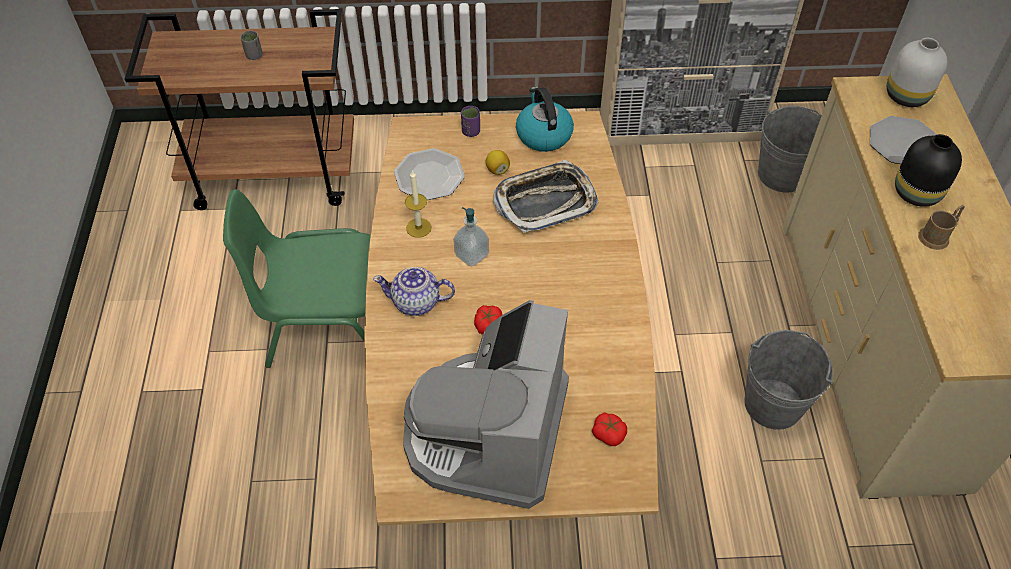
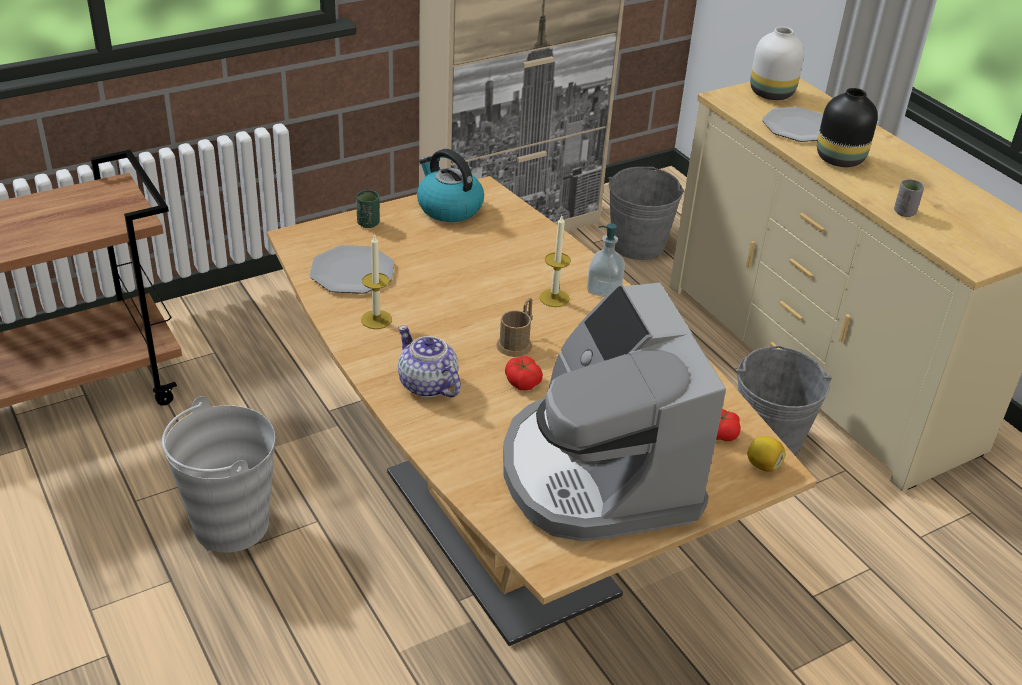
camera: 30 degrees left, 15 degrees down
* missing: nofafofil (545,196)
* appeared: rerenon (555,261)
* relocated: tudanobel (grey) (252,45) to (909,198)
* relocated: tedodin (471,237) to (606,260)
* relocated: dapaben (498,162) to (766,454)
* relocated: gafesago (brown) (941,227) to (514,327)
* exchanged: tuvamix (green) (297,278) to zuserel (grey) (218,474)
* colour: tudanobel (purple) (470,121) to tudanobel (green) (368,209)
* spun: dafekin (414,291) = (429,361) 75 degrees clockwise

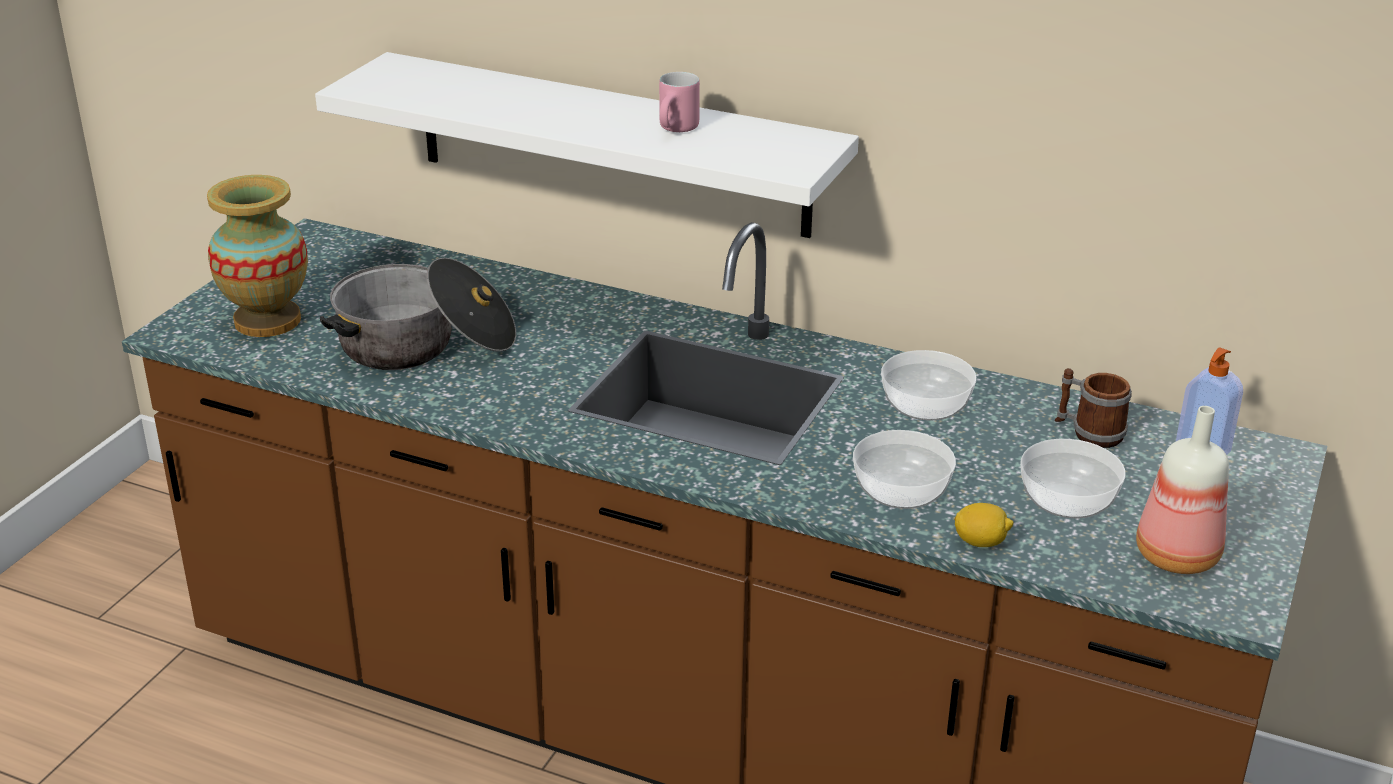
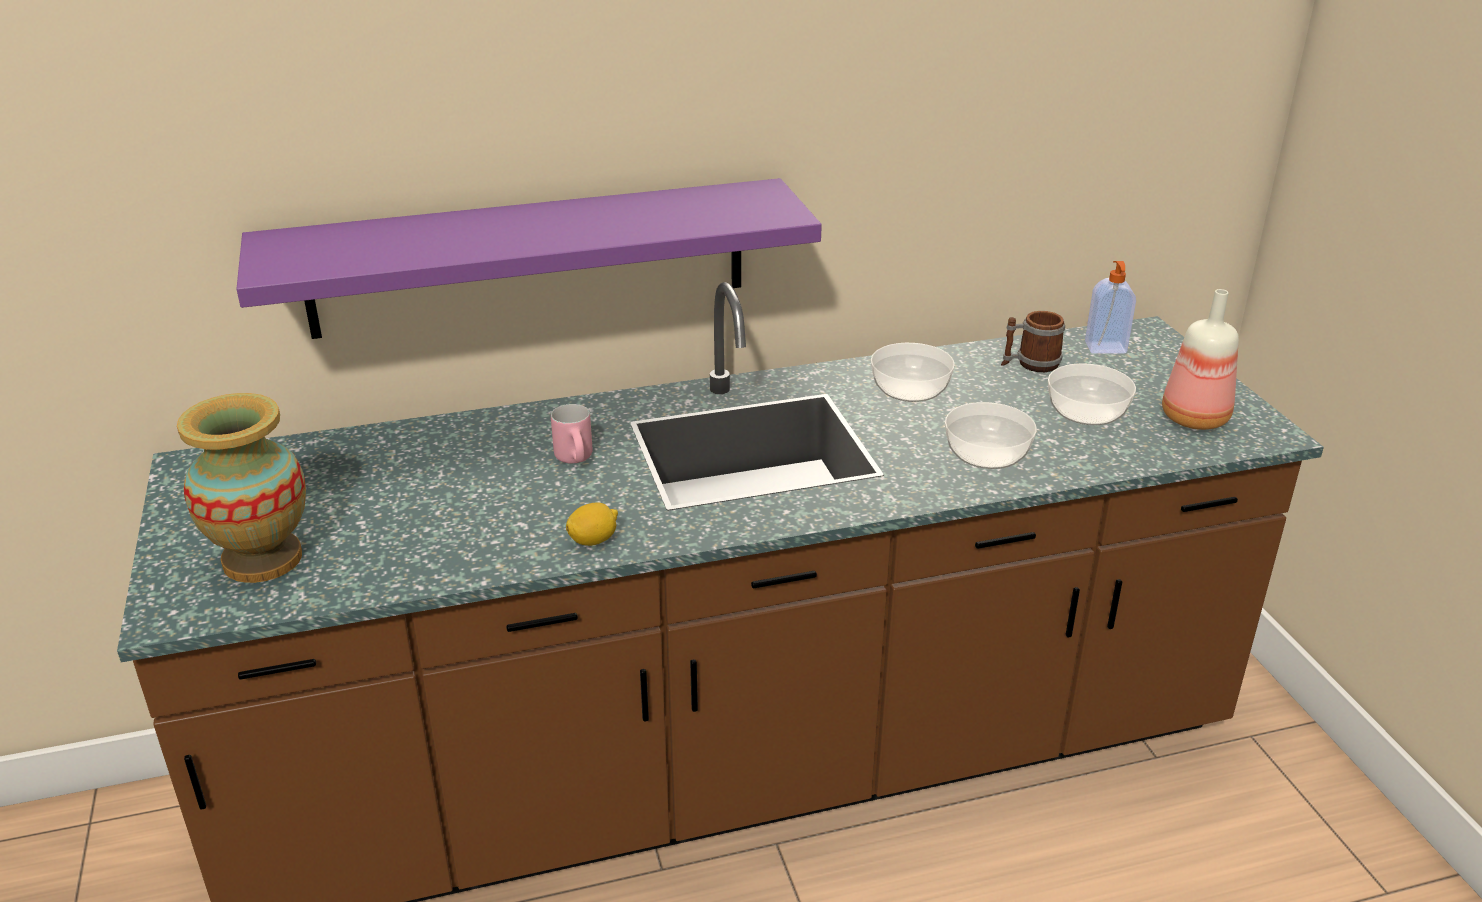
camera: 40 degrees left, 0 degrees up
* missing: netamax (418,314)
* relocated: gafesago (pink) (679,102) to (572,433)
* relocated: dapaben (983,525) to (592,524)
* colour: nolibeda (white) (587,145) to nolibeda (purple) (529,258)

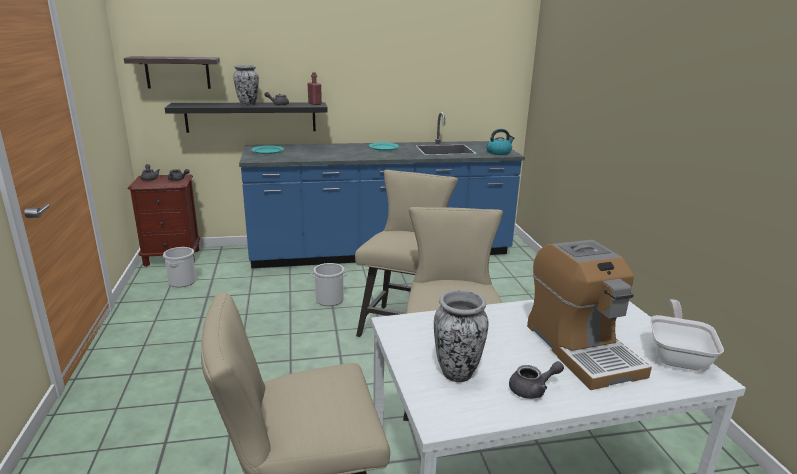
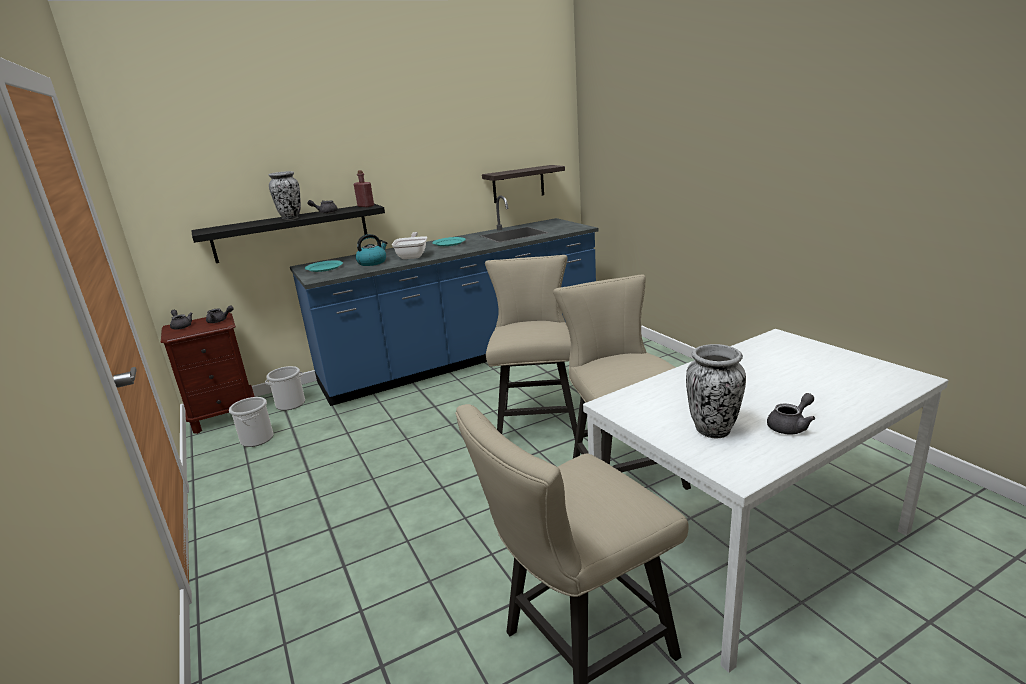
camera: 15 degrees left, 0 degrees up
* missing: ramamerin (589,315)
* relocated: nolibeda (172,72) to (523,184)
* relocated: zuserel (329,284) to (285,388)
* relocated: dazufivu (500,142) to (371,250)
* relocated: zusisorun (687,334) to (409,245)

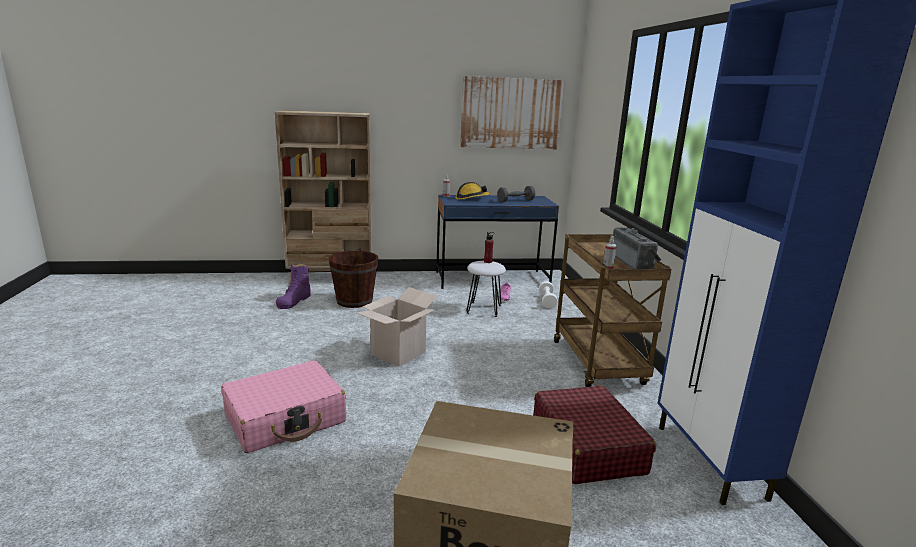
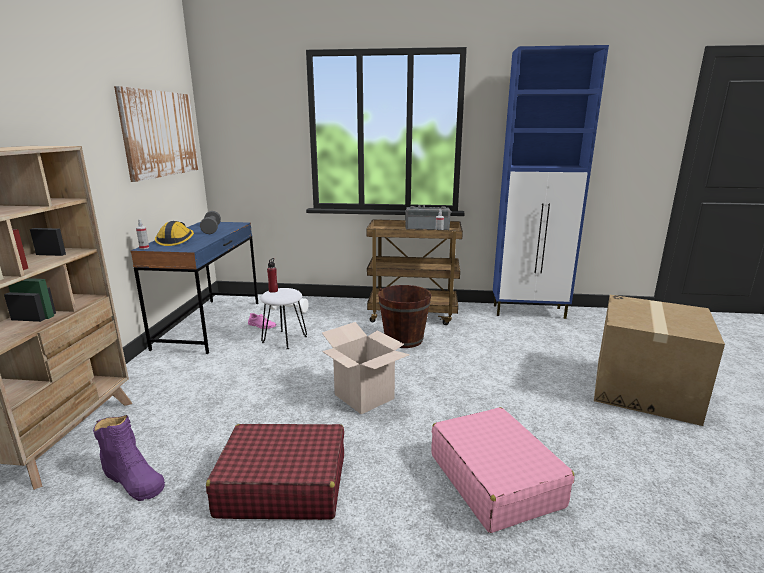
camera: 75 degrees left, 0 degrees up
* relocated: zuserel (brown) (353,278) to (404,316)
* relocated: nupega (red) (594,434) to (275,472)

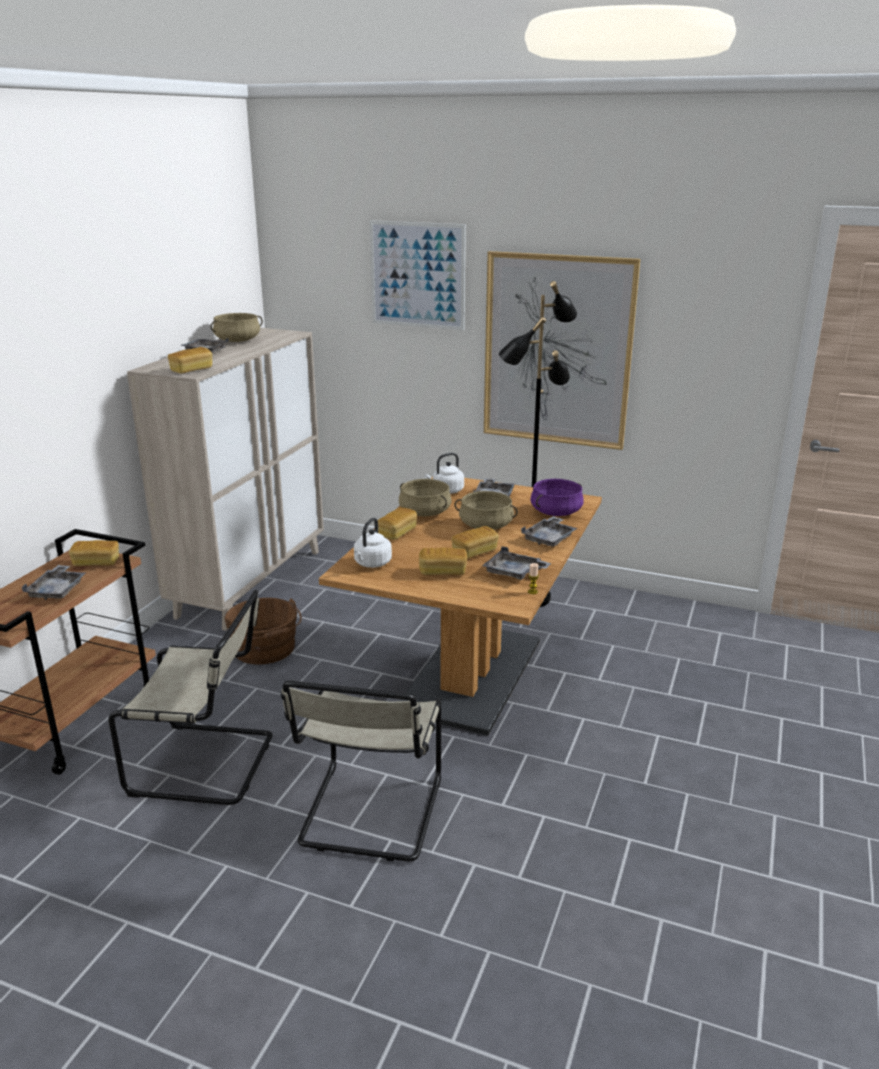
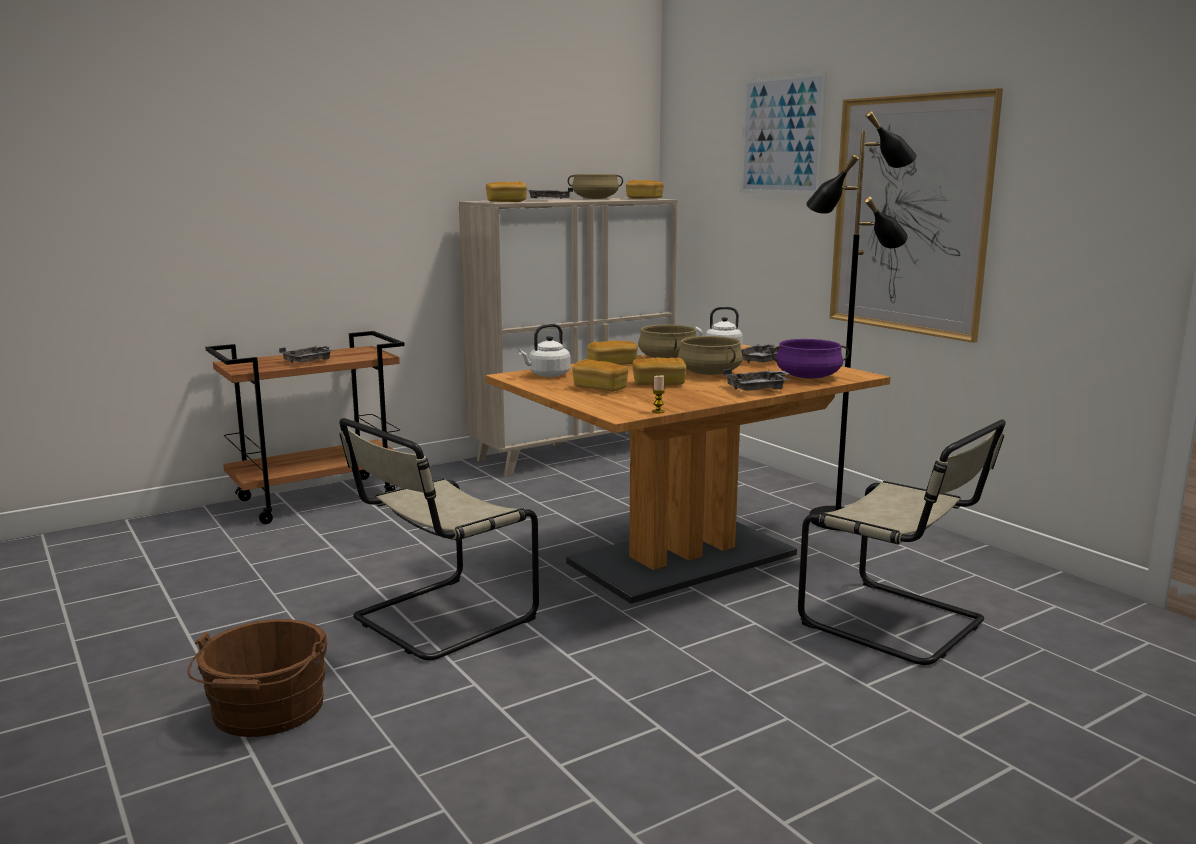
camera: 35 degrees right, 10 degrees down
* missing: nofafofil (grey) (516,563)
* relocated: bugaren (94,553) to (645,189)
* relocated: tuvamix (beige) (190,697) to (902,542)
* relocated: zuserel (brown) (263,631) to (257,678)

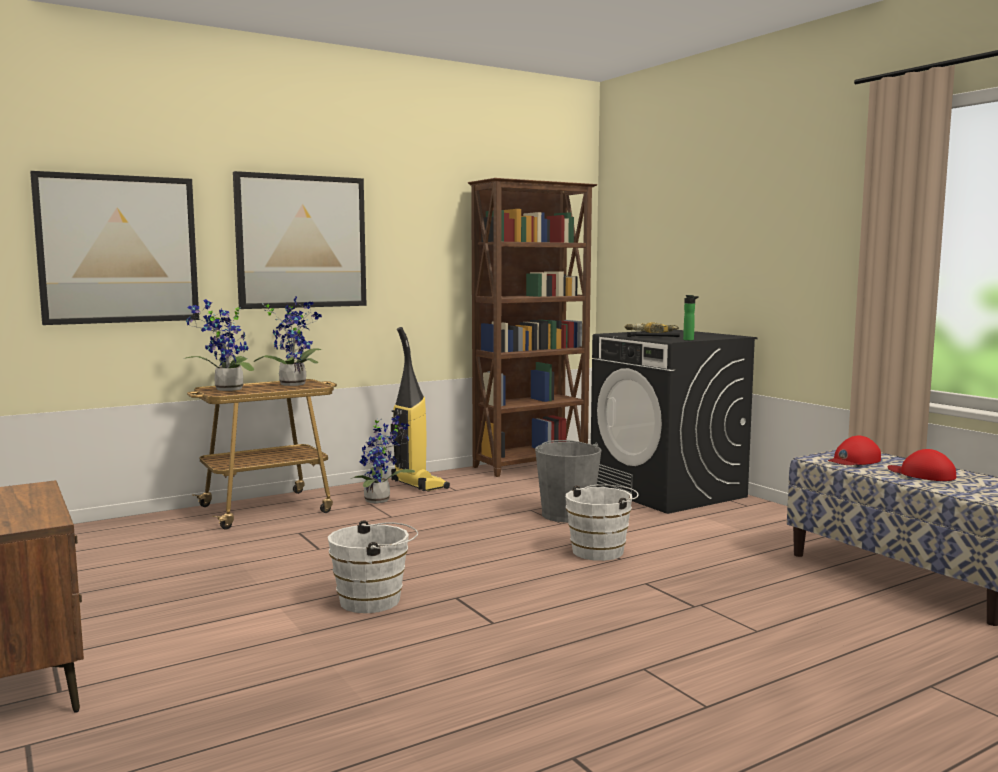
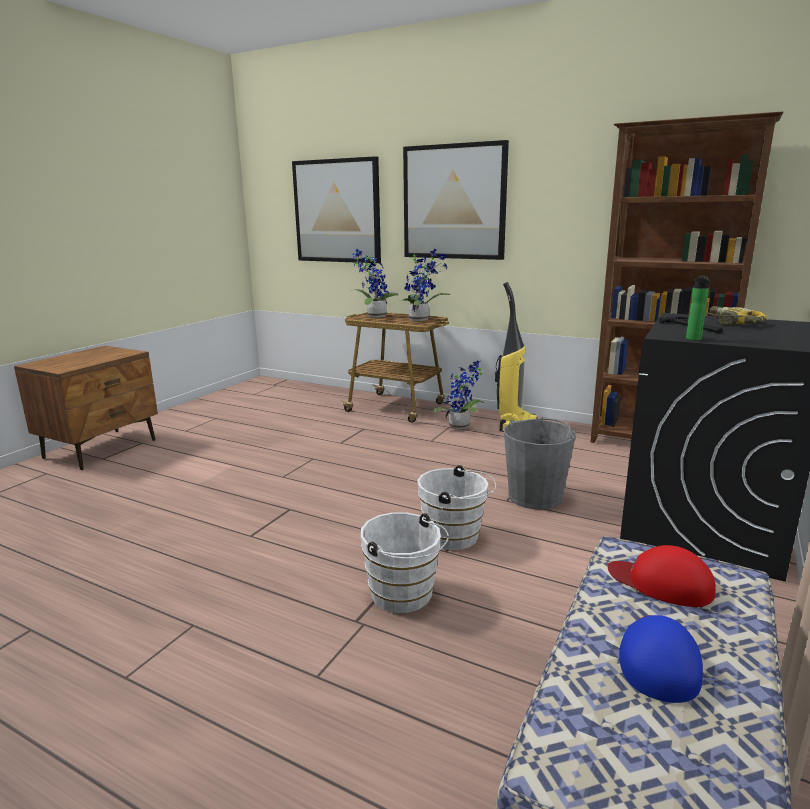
camera: 60 degrees right, 10 degrees up
* relocated: zuserel (white) (373,566) to (405,562)
* colour: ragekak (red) (922,465) to ragekak (blue) (661,659)

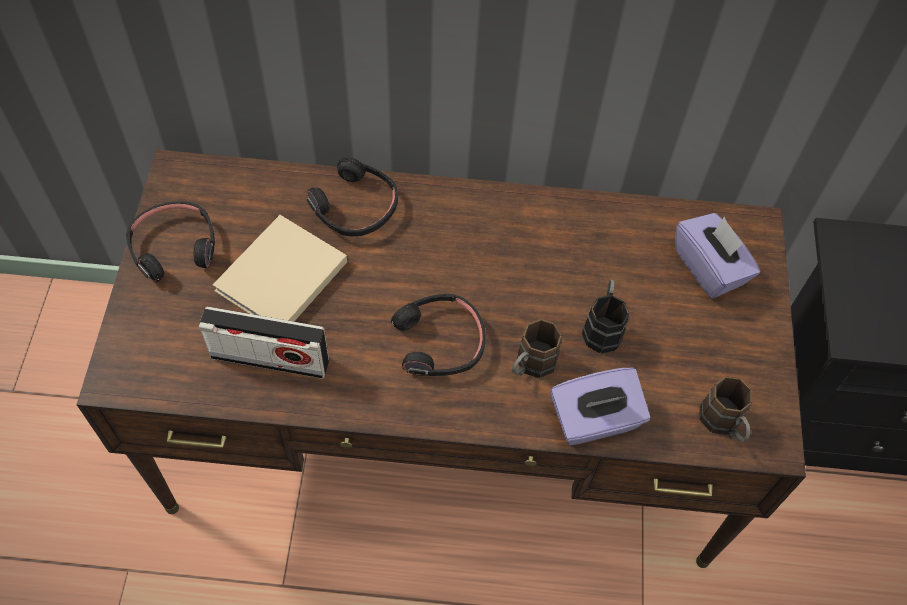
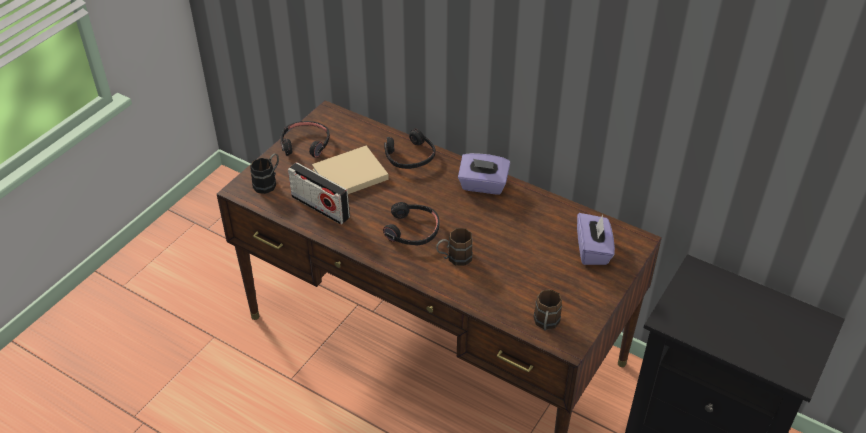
camera: 30 degrees right, 15 degrees down
* relocated: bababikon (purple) (600,407) to (484,174)
* relocated: gafesago (black) (605,316) to (264,173)

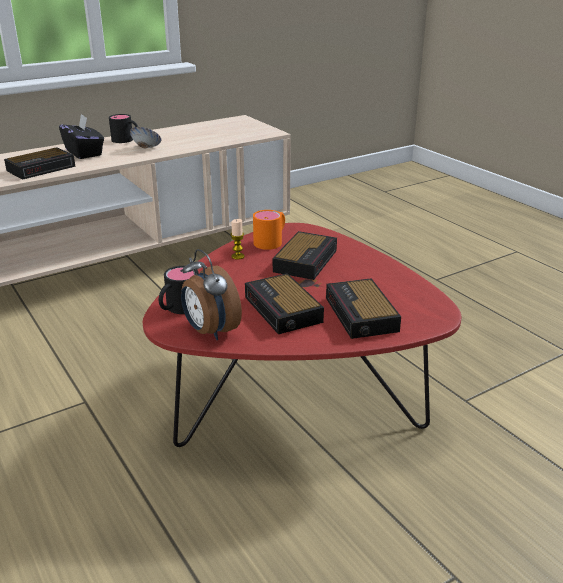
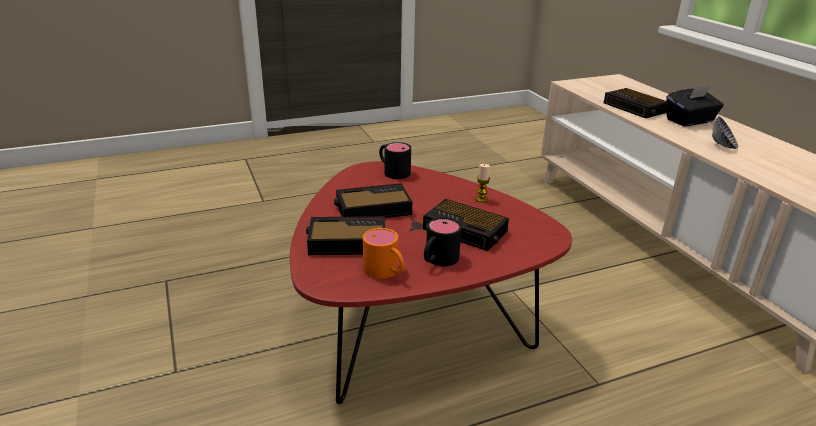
camera: 100 degrees right, 0 degrees up
* missing: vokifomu (211,294)
* relocated: gafesago (black) (123,128) to (443,241)
* relocated: gafesago (orange) (269,230) to (383,253)

